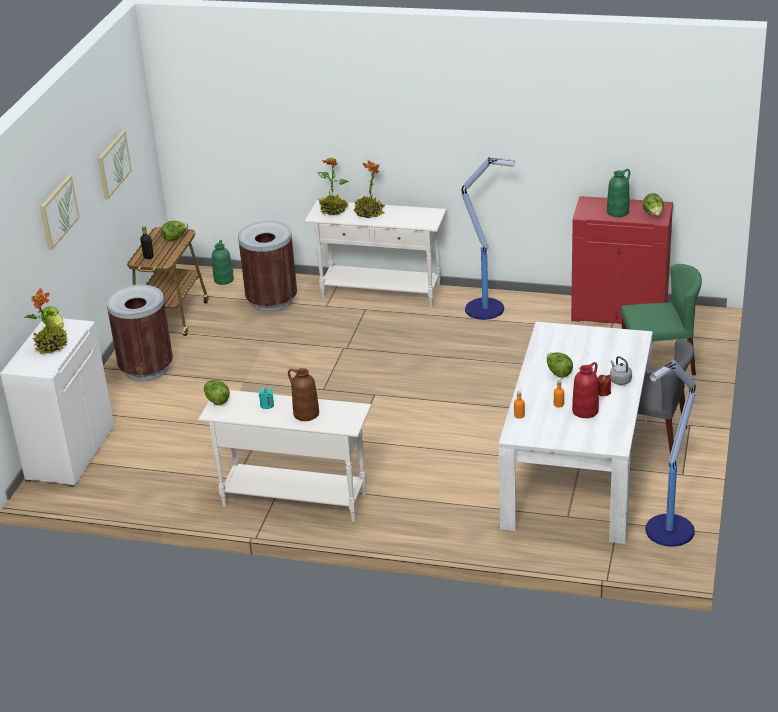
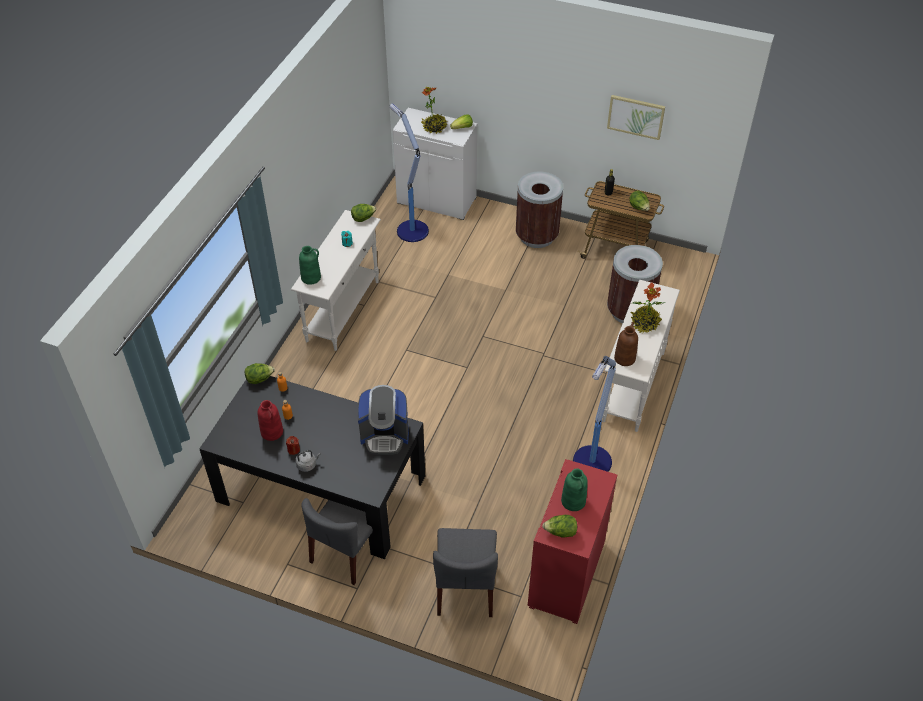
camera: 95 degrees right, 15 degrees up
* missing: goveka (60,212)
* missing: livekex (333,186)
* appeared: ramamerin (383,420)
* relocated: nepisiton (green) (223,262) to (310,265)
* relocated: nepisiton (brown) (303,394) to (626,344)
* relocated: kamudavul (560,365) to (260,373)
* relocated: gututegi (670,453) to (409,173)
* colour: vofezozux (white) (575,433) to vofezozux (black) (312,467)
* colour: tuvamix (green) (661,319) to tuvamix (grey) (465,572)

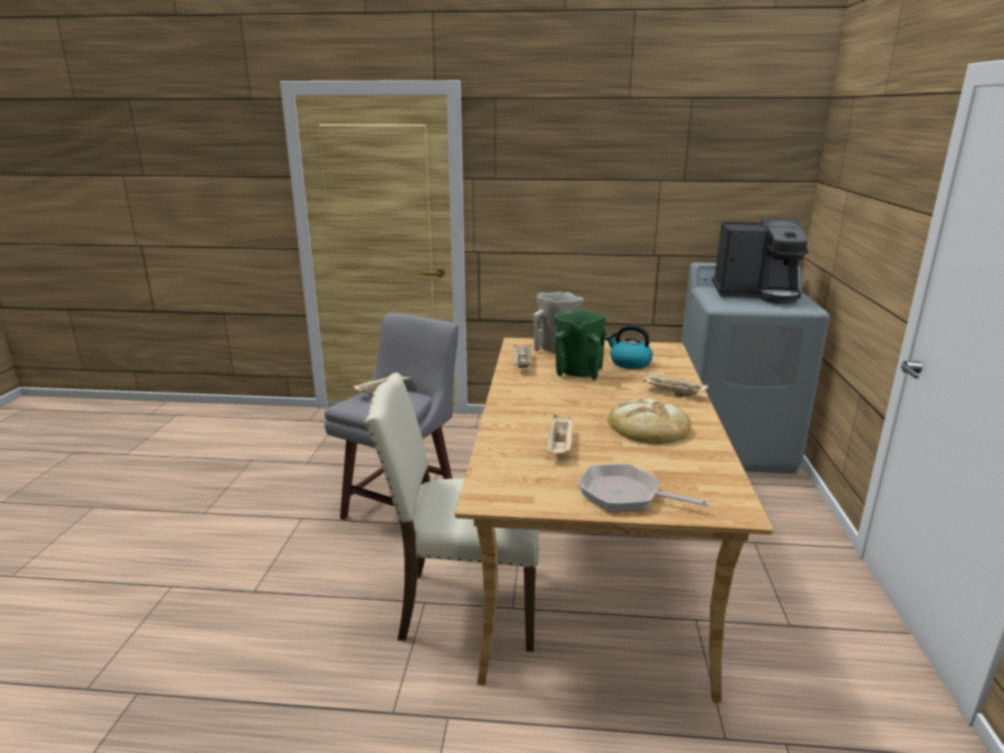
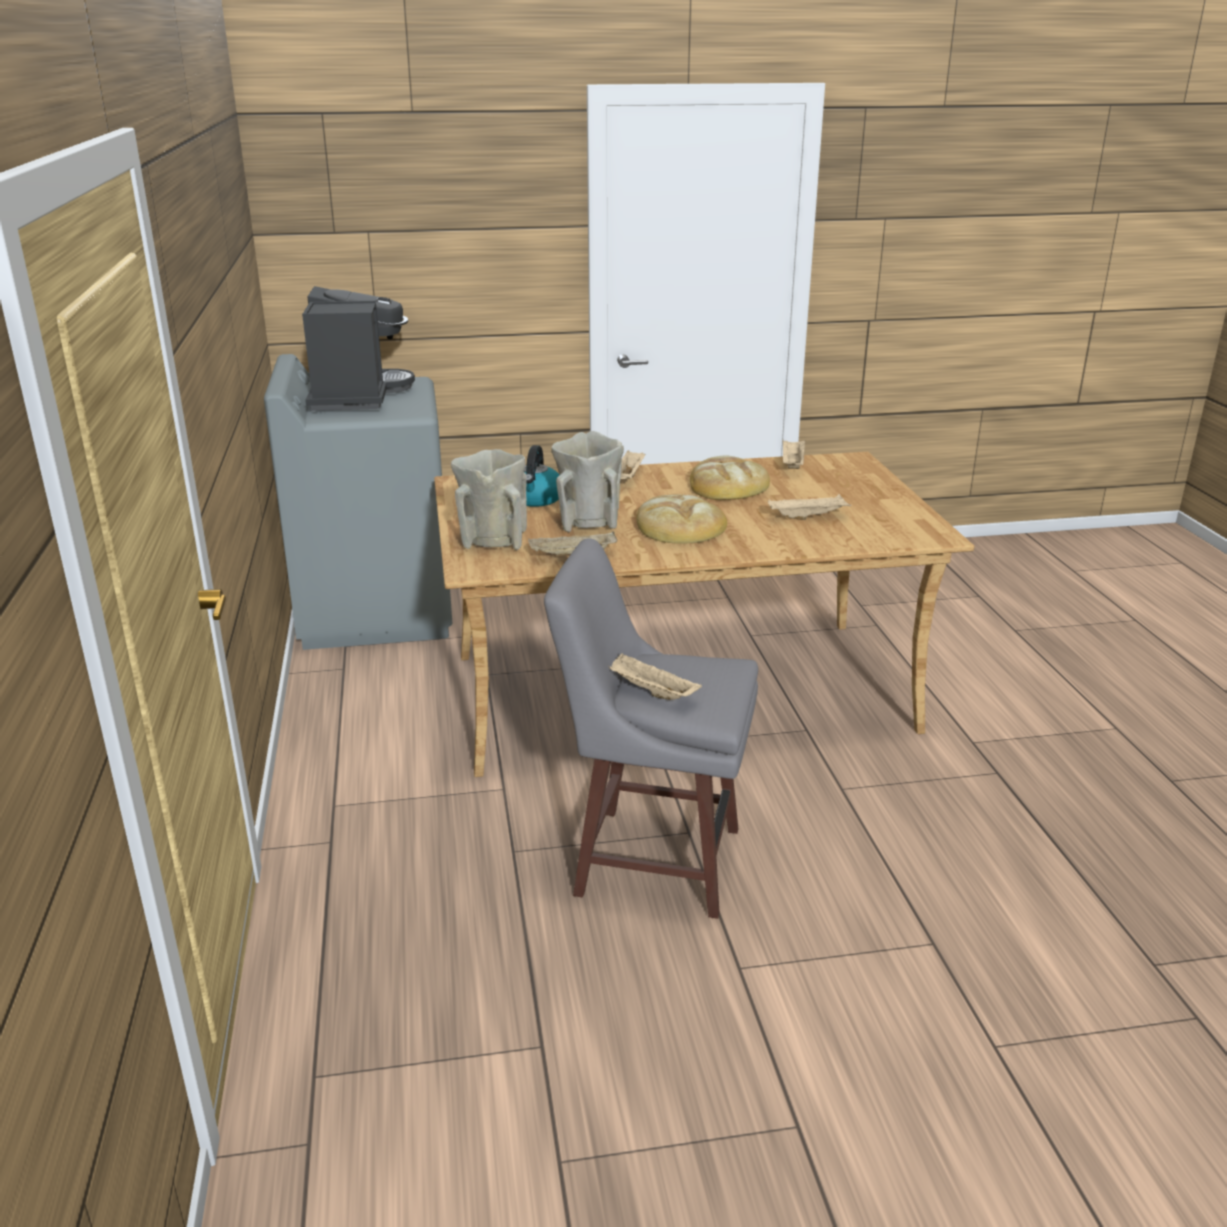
camera: 105 degrees left, 5 degrees up
* missing: tuvamix (beige) (452,512)
* missing: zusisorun (643,488)
* appeared: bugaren (681,519)
* appeared: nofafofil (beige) (794,454)
* colour: nepisiton (green) (580,345) to nepisiton (beige) (587,481)

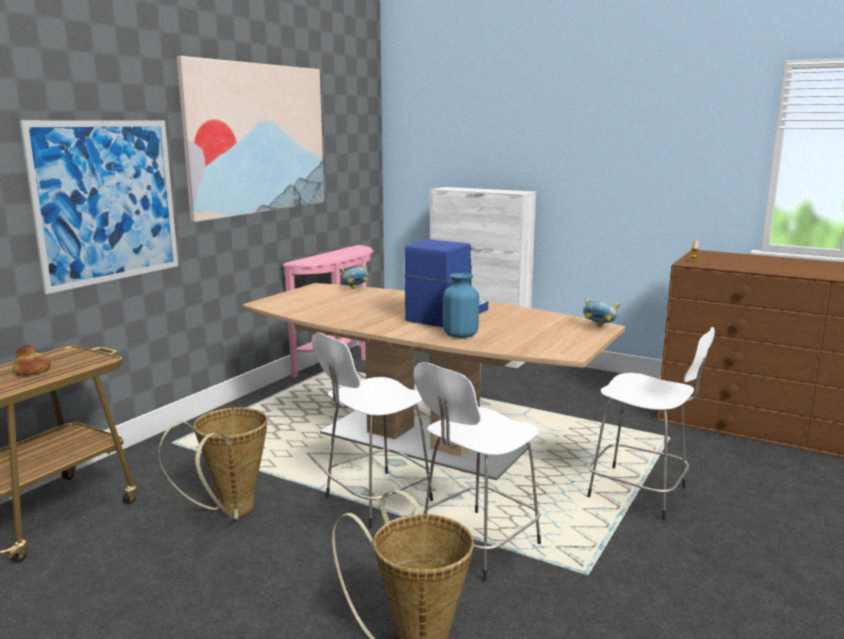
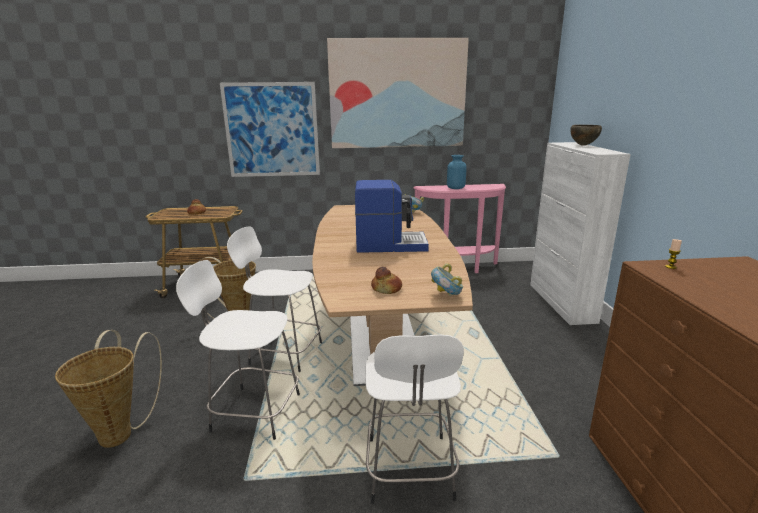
camera: 55 degrees right, 5 degrees up
* appeared: bugaren (386,280)
* appeared: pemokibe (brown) (586,135)
* relocated: nepisiton (blue) (461,305) to (457,172)

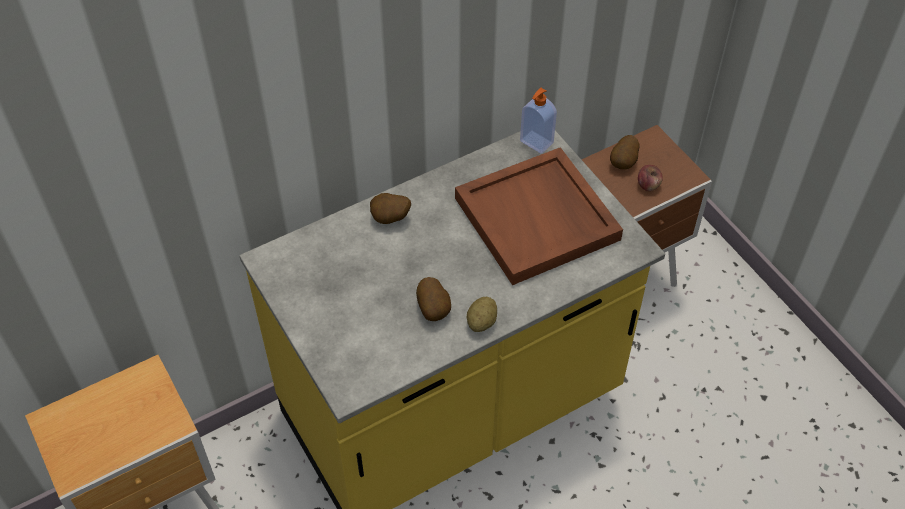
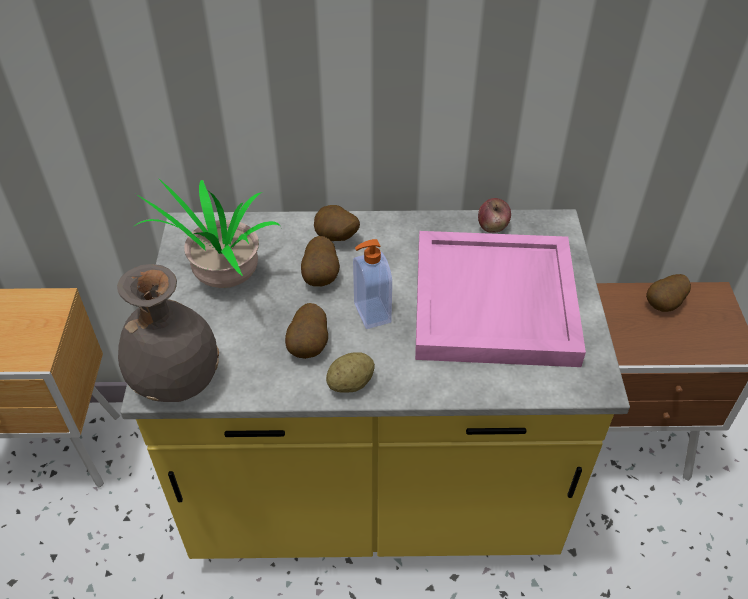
camera: 30 degrees right, 5 degrees down
* appeared: nepisiton (grey) (168,333)
* appeared: livekex (207,233)
* appeared: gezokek (320,261)
* relocated: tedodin (538,121) to (372,284)
* relocated: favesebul (650,178) to (494,215)
* colour: nofafofil (brown) (539,216) to nofafofil (pink) (500,299)

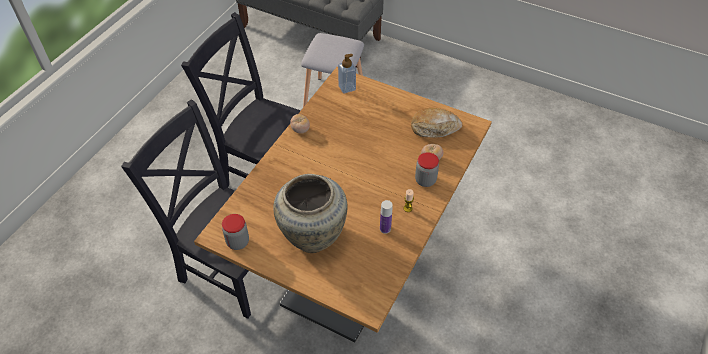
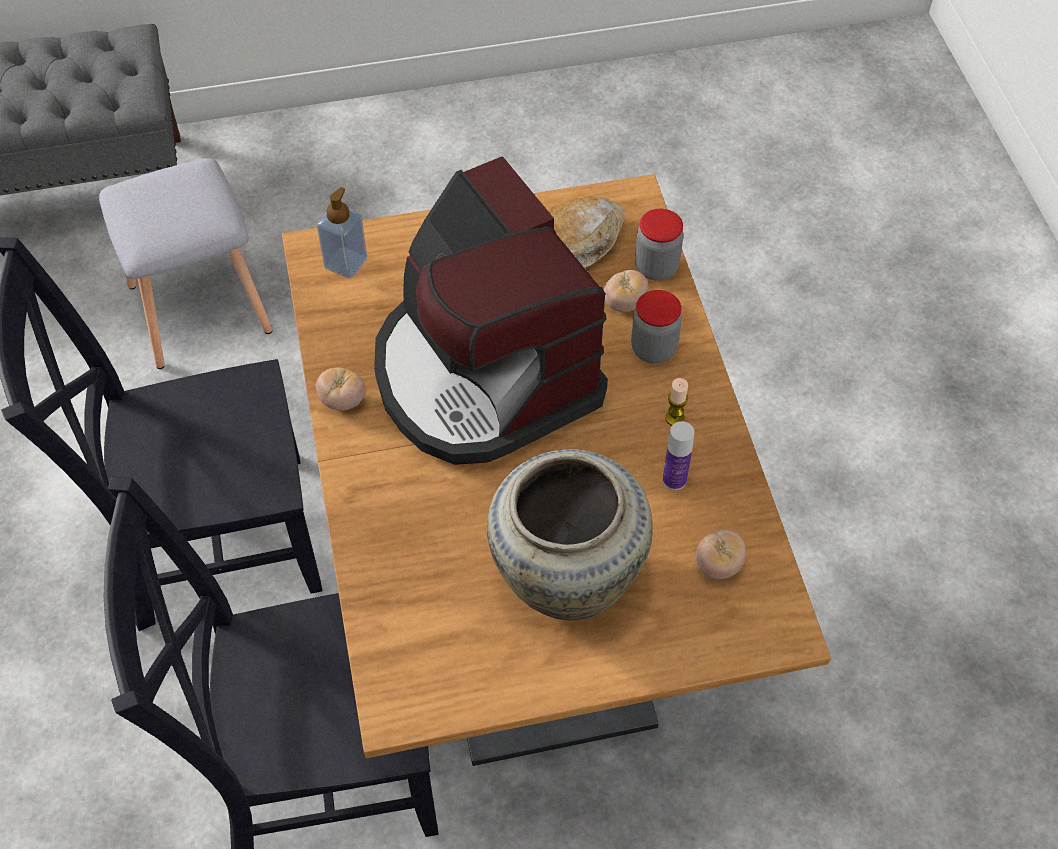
camera: 40 degrees left, 5 degrees up
* appeared: ramamerin (491,310)
* appeared: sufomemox (721,554)
* relocated: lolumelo (235,232) to (659,245)

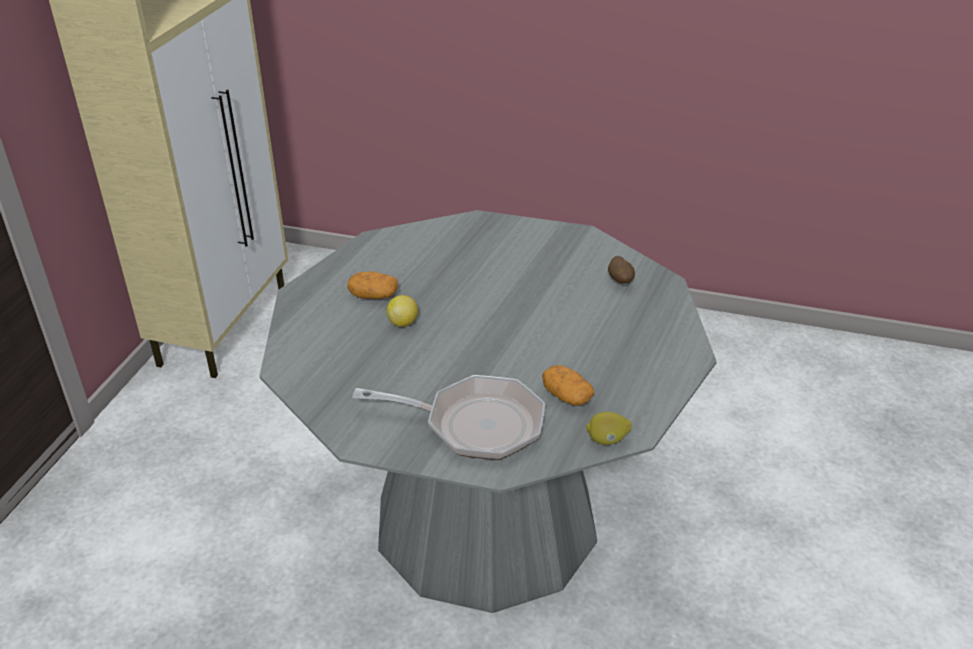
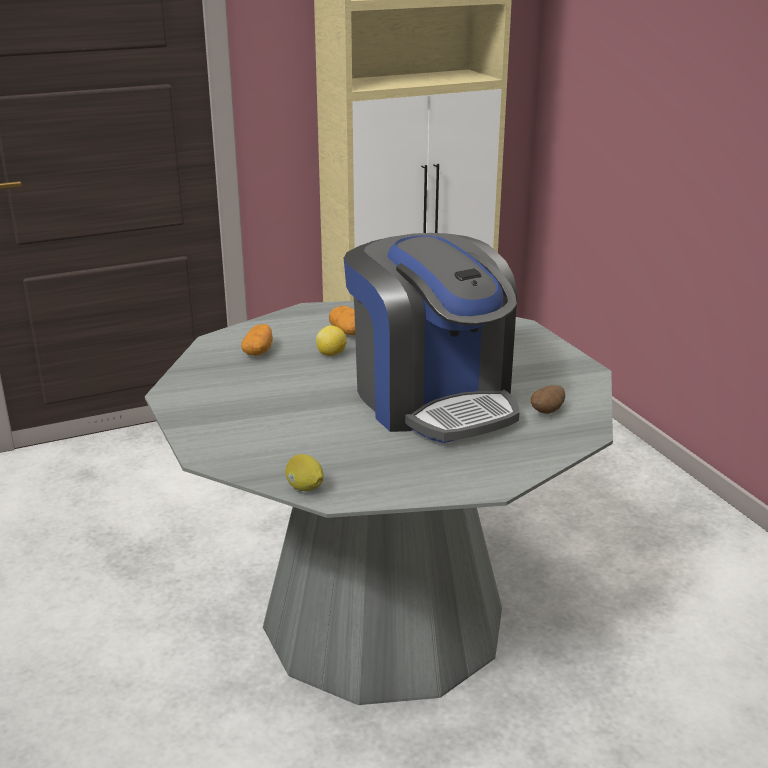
camera: 50 degrees right, 10 degrees down
* missing: zusisorun (448,417)
* appeared: ramamerin (432,338)
* relocated: gezokek (568,385) to (257,340)

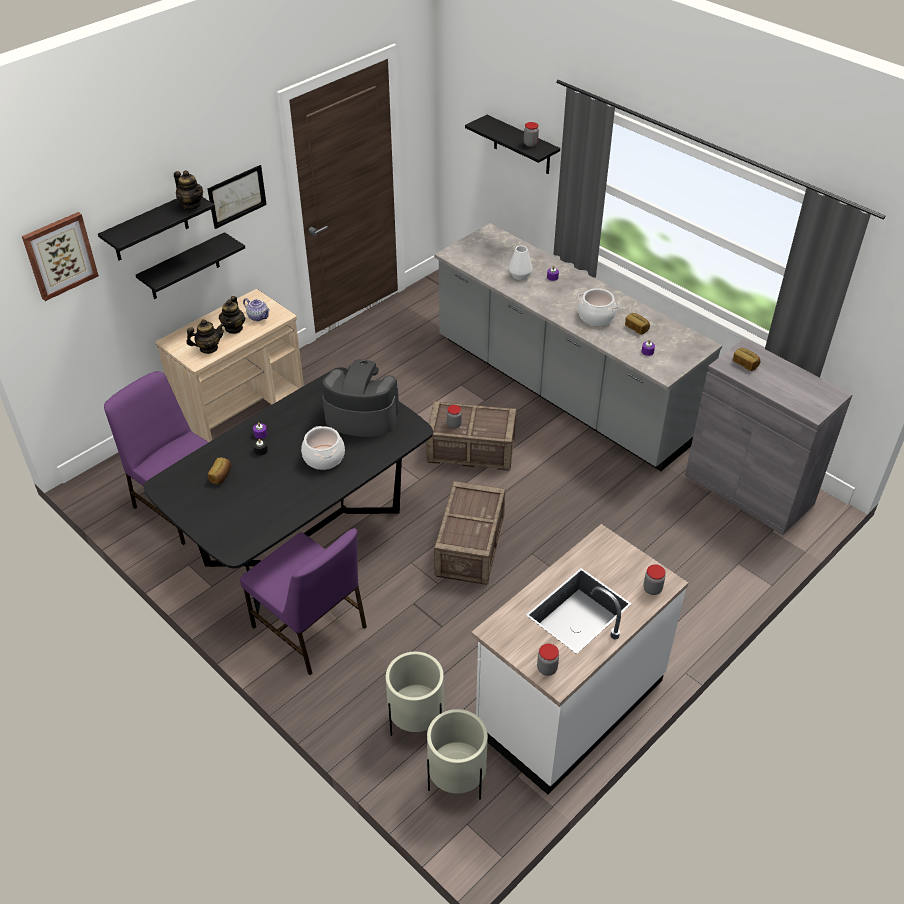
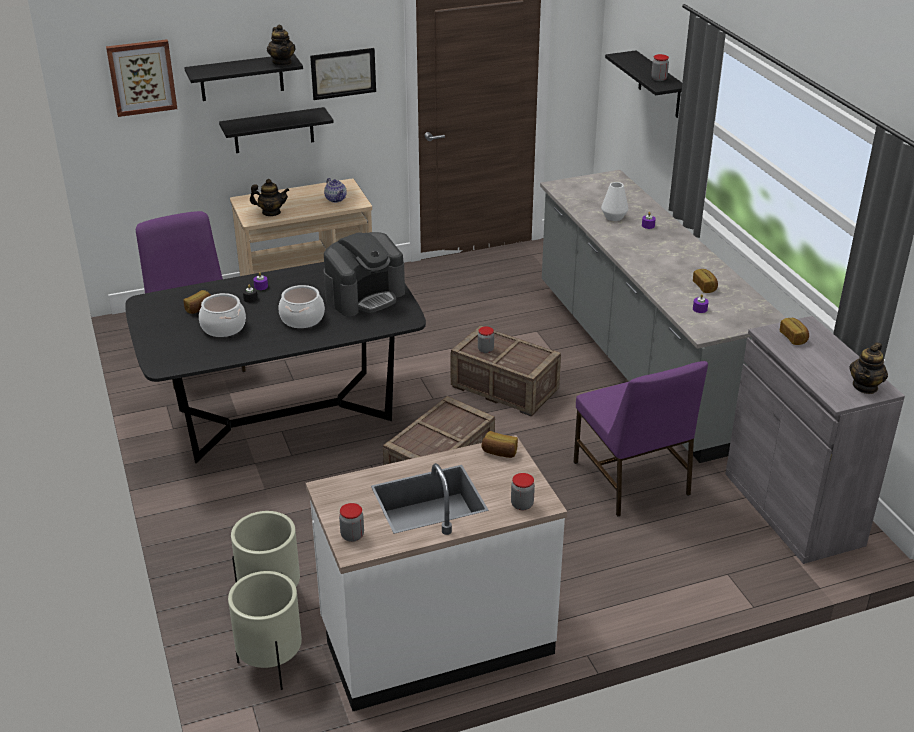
camera: 25 degrees right, 10 degrees down
* appeared: bugaren (499,444)
* relocated: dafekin (232,315) to (869,368)
* relocated: tuvamix (purple) (303,601) to (641,438)
* relocated: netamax (598,307) to (222,315)
* spun: ramamerin (360,398) = (364,274) 105 degrees clockwise

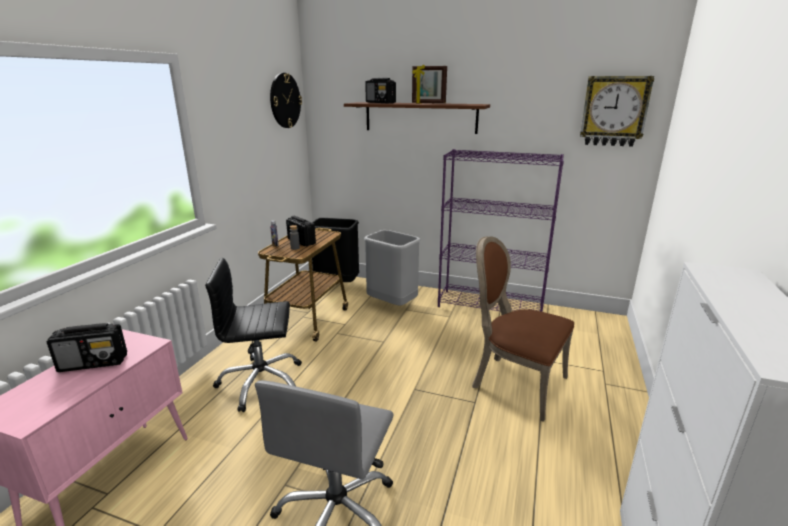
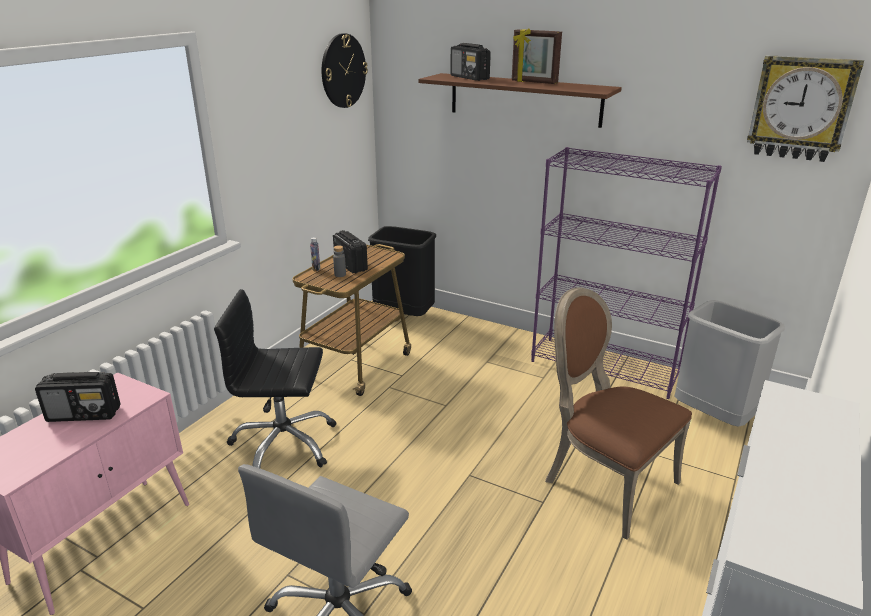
camera: 10 degrees right, 5 degrees up
* relocated: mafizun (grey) (392,268) to (729,363)

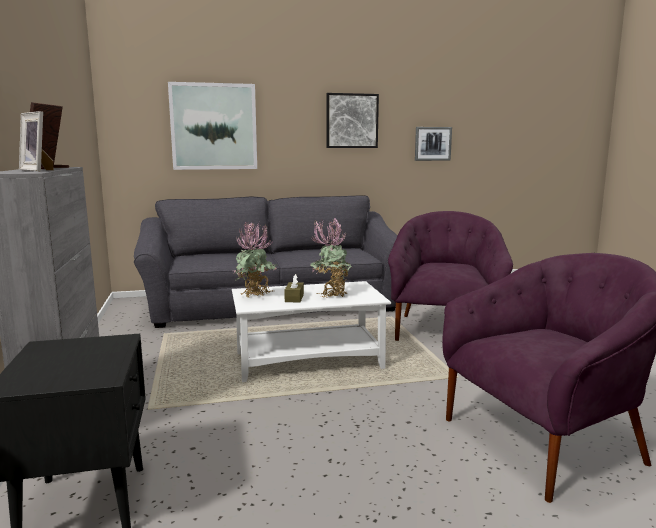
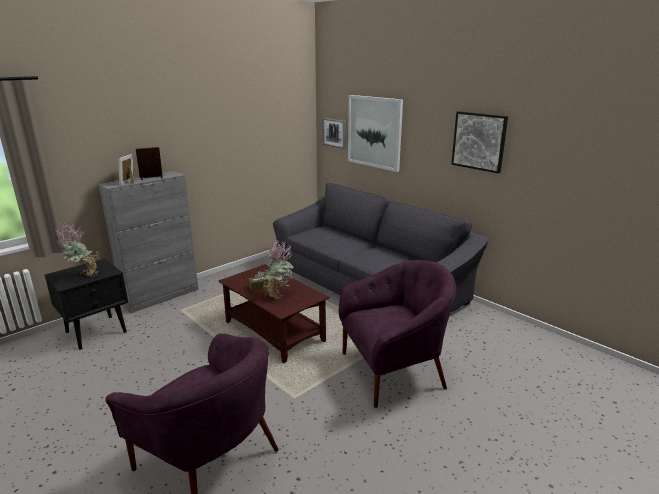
camera: 60 degrees right, 10 degrees up
* relocated: livekex (255,259) to (77,250)
* relocated: goveka (433,144) to (334,133)
* colour: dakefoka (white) (311,331) to dakefoka (brown) (274,313)

